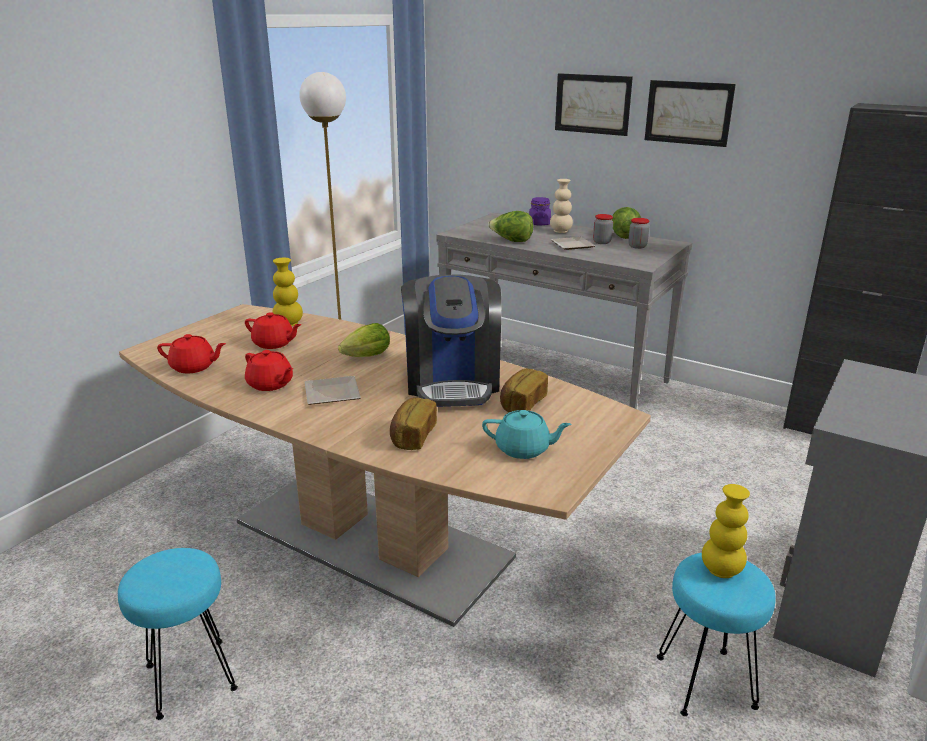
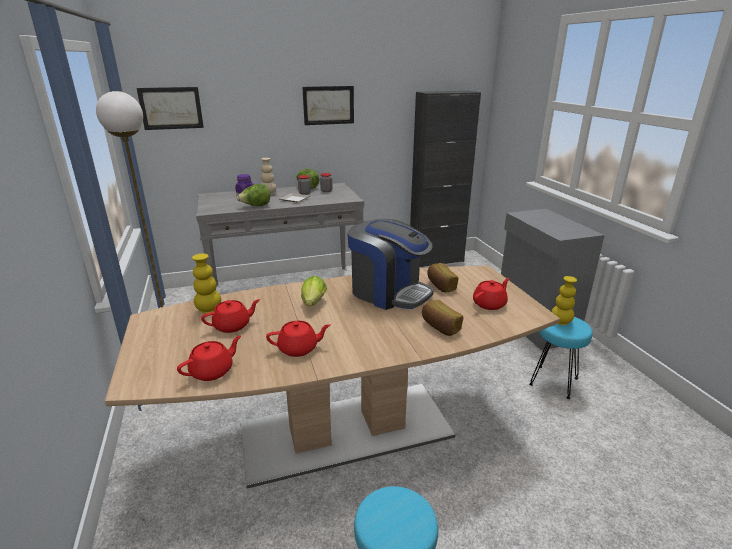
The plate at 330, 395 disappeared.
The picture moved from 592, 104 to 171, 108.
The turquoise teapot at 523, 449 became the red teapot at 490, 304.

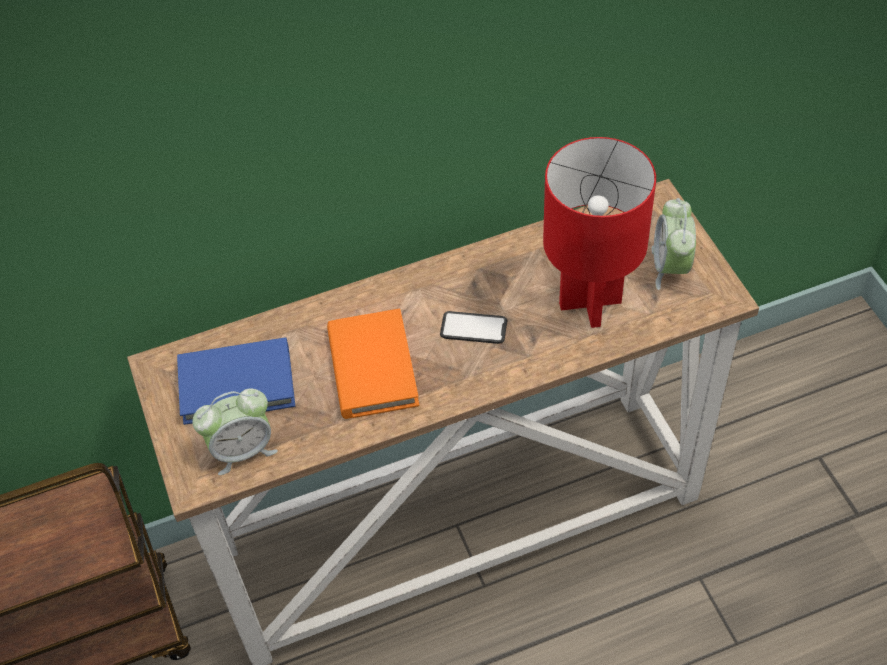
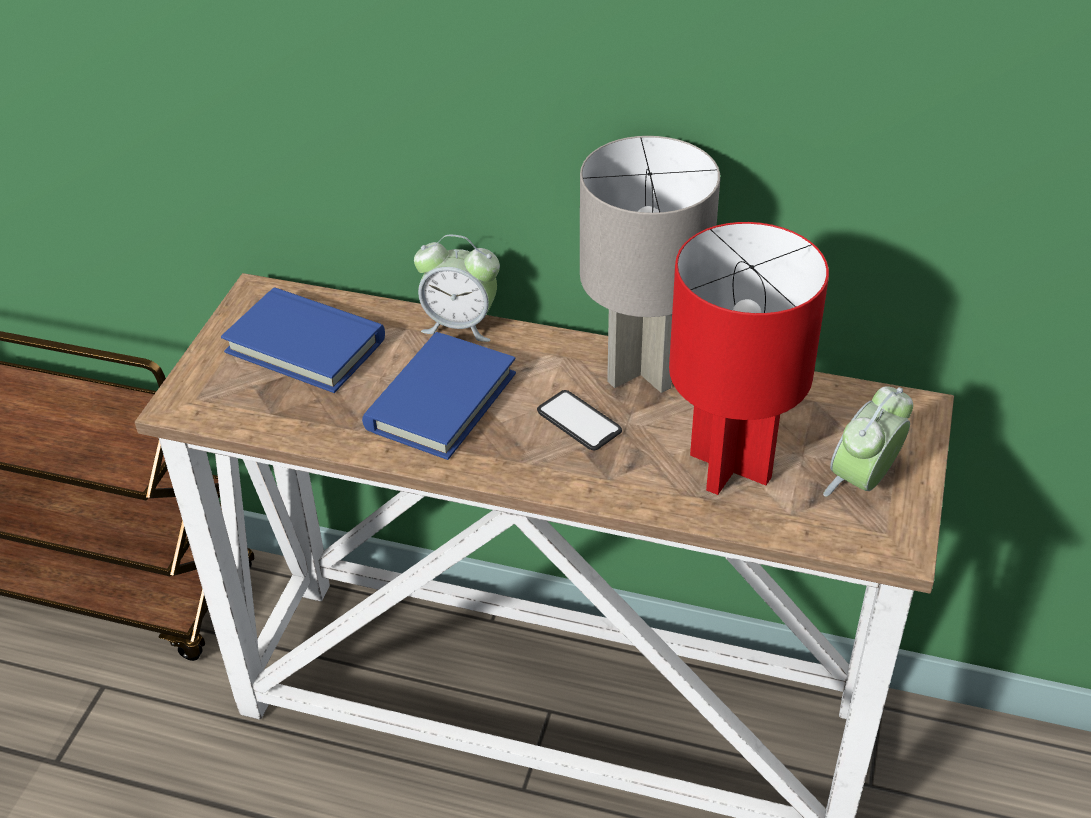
The grey table lamp at 640, 369 appeared.
The alarm clock moved from 242, 450 to 460, 324.
The orange book at 372, 368 became the blue book at 441, 401.

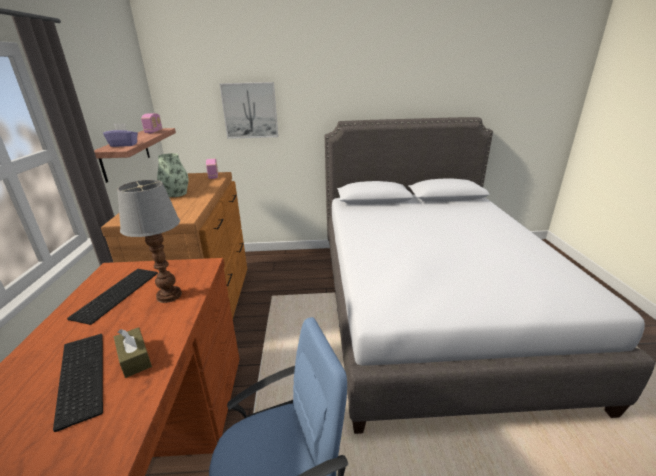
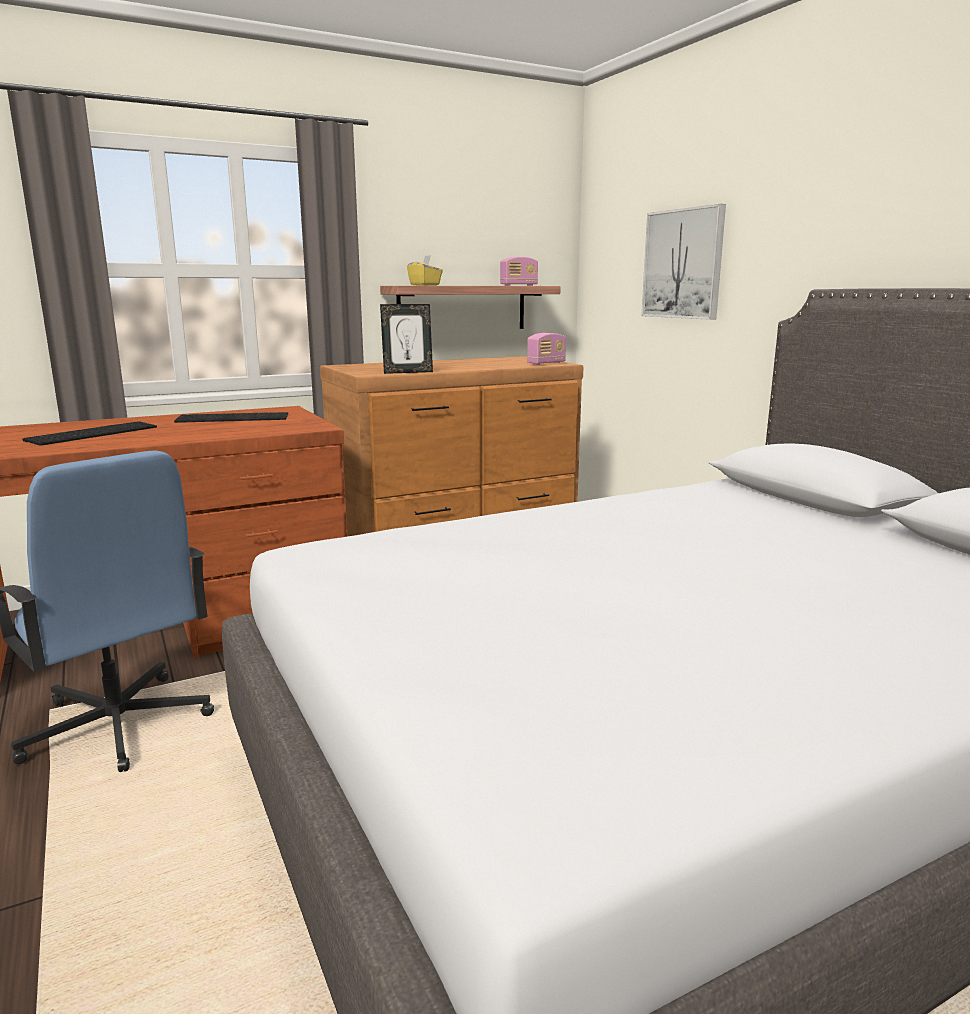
The brown tissue box at 135, 358 disappeared.
The table lamp at 169, 295 disappeared.
The vase at 176, 194 disappeared.
The picture frame at 407, 372 appeared.
The purple tissue box at 124, 145 became the yellow tissue box at 425, 285.

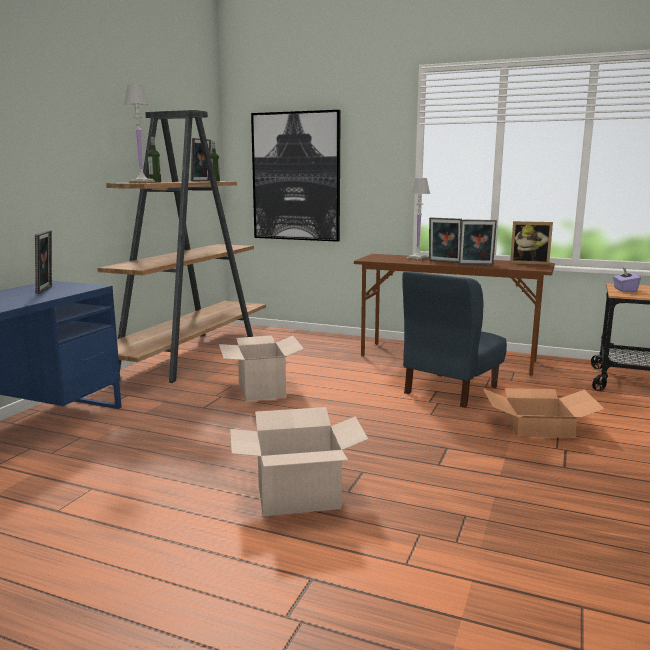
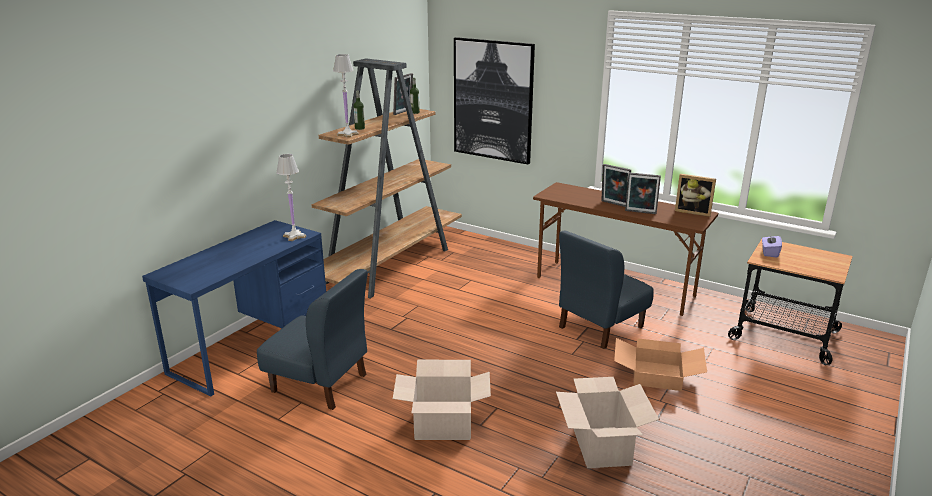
The picture frame at 47, 290 disappeared.
The blue chair at 320, 383 appeared.
The cardboard box moved from 262, 390 to 602, 447.
The white table lamp moved from 417, 258 to 294, 236.

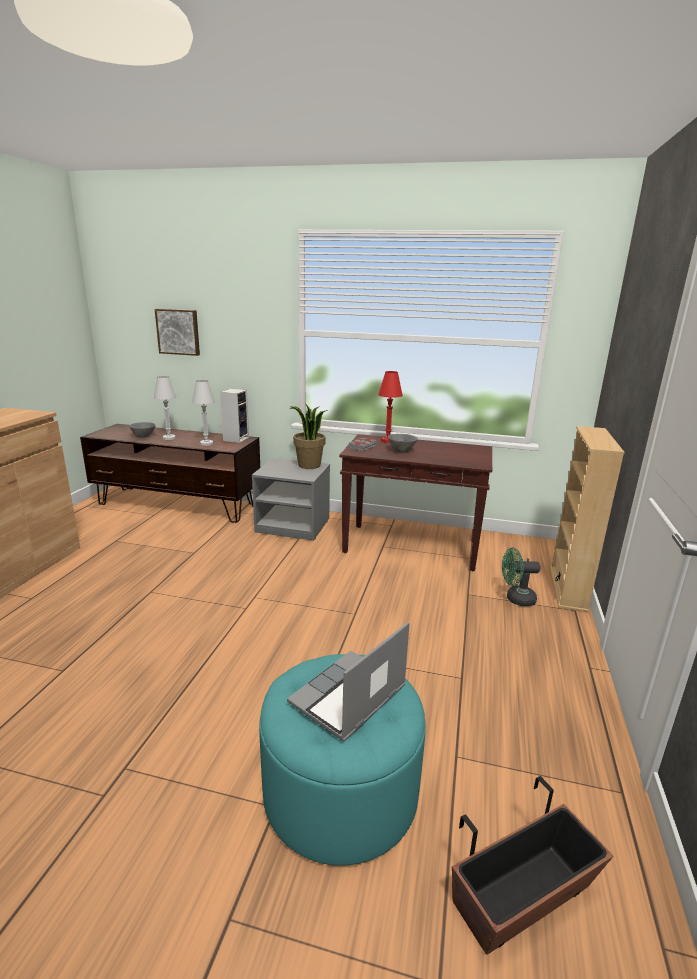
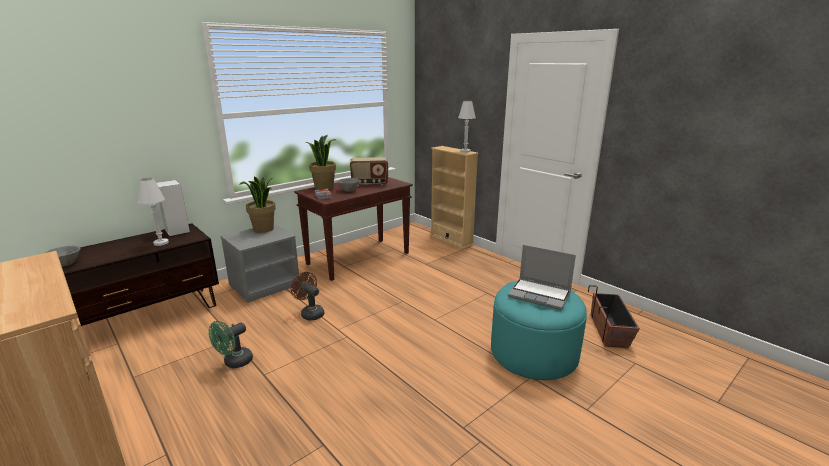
The picture at 178, 332 disappeared.
The brown fan at 310, 313 appeared.
The radio at 369, 184 appeared.
The white table lamp moved from 169, 438 to 465, 151.
The green fan moved from 516, 599 to 234, 363.
The red table lamp at 387, 440 was replaced by the potted plant at 324, 188.
The laptop at 348, 697 turned 45 degrees counterclockwise.

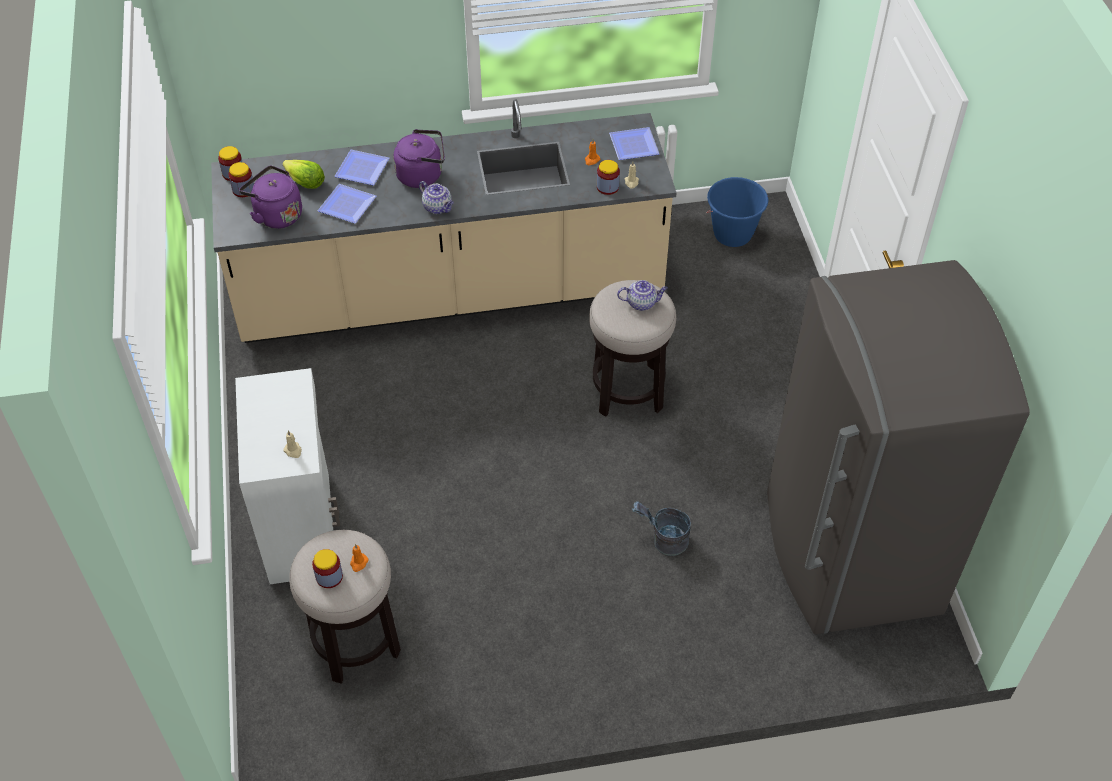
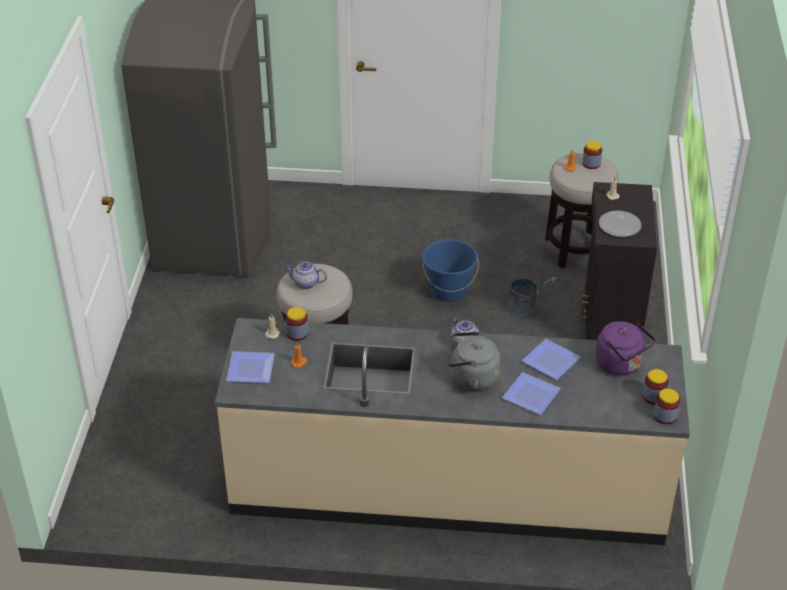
The lettuce at 305, 182 disappeared.
The plate at 619, 225 appeared.
The grey bucket moved from 663, 541 to 527, 309.
The blue bucket moved from 733, 234 to 448, 291.
The white cabinet at 302, 526 became the black cabinet at 609, 320.
The purple kettle at 422, 175 became the grey kettle at 471, 378.

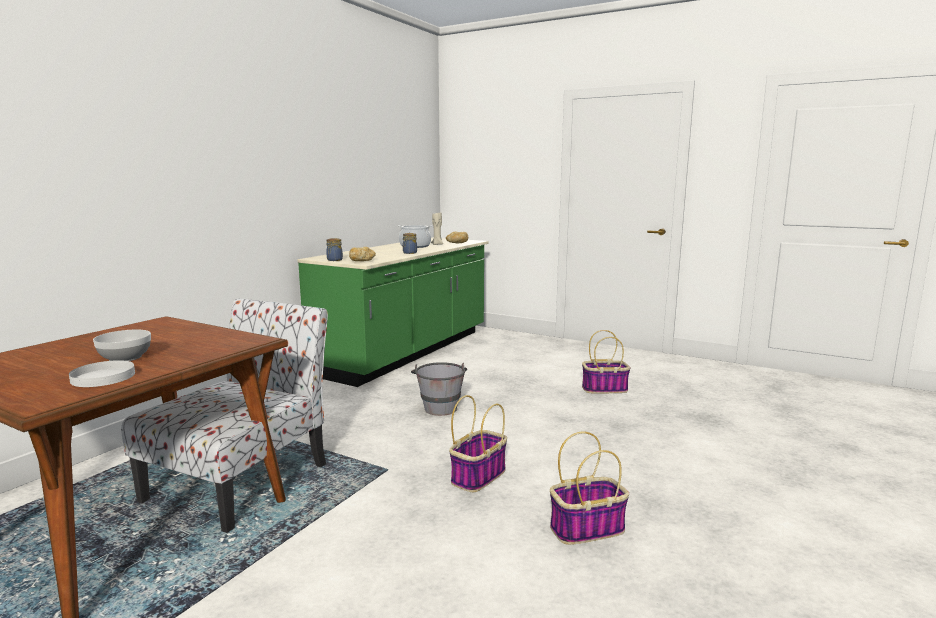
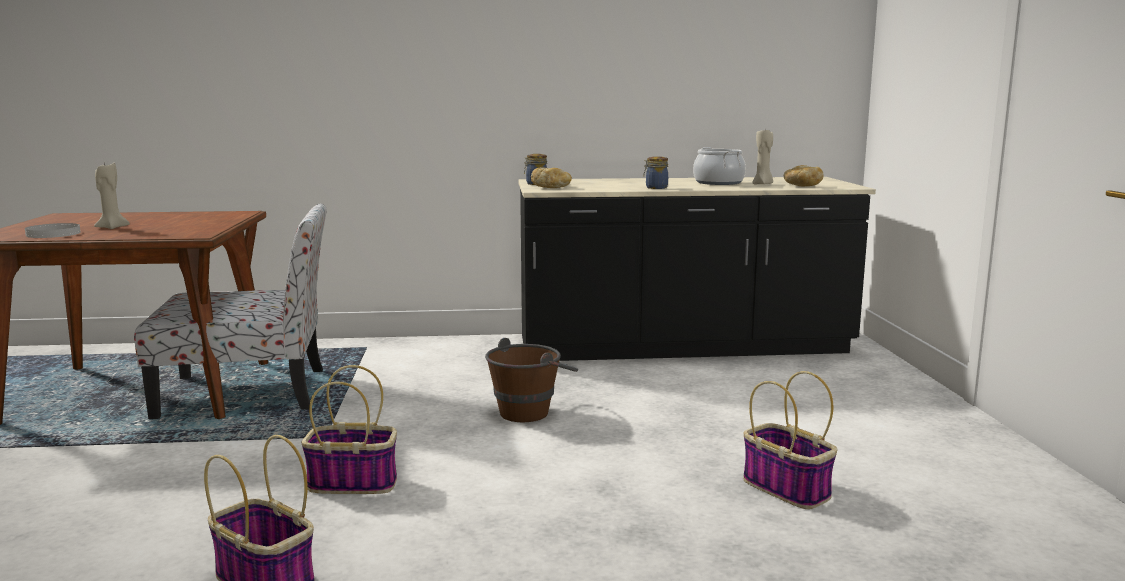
The bowl at 126, 357 was replaced by the beige candle at 112, 227.
The green counter at 407, 352 became the black counter at 682, 347.
The grey bucket at 440, 406 became the brown bucket at 532, 410.

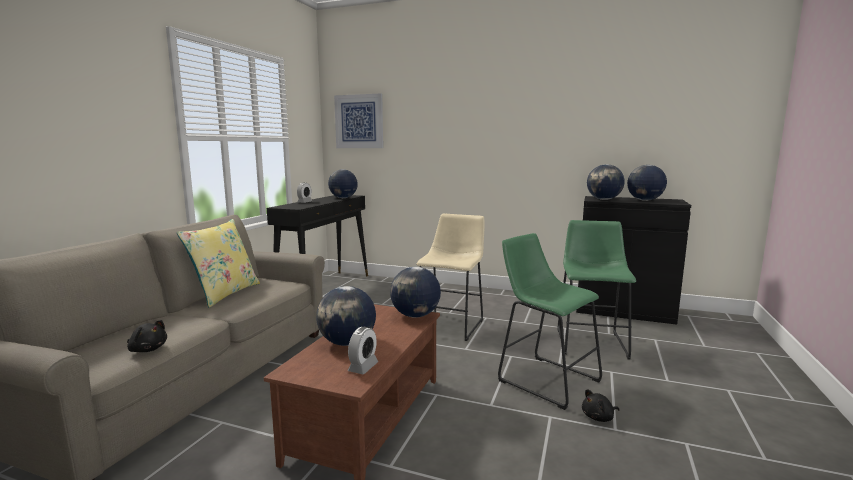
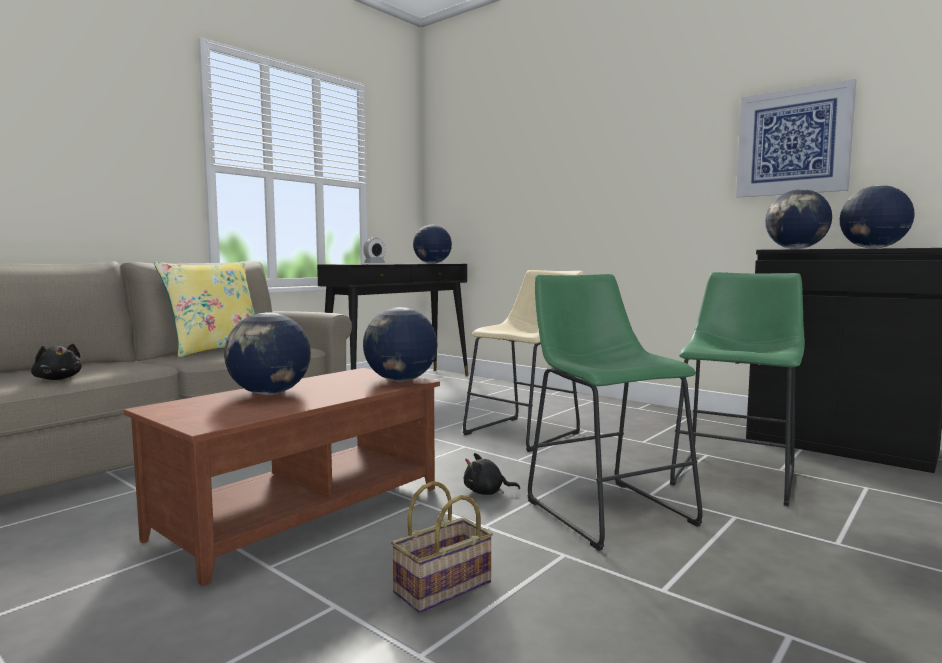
The alarm clock at 363, 367 disappeared.
The basket at 442, 589 appeared.
The picture moved from 359, 121 to 793, 142.
The black plush toy moved from 599, 417 to 486, 492.

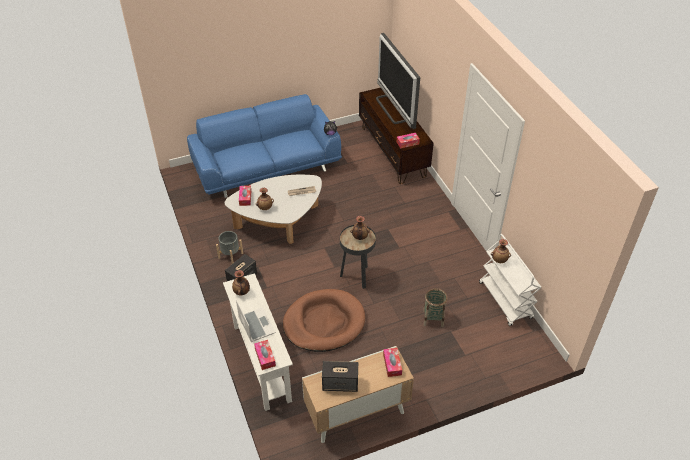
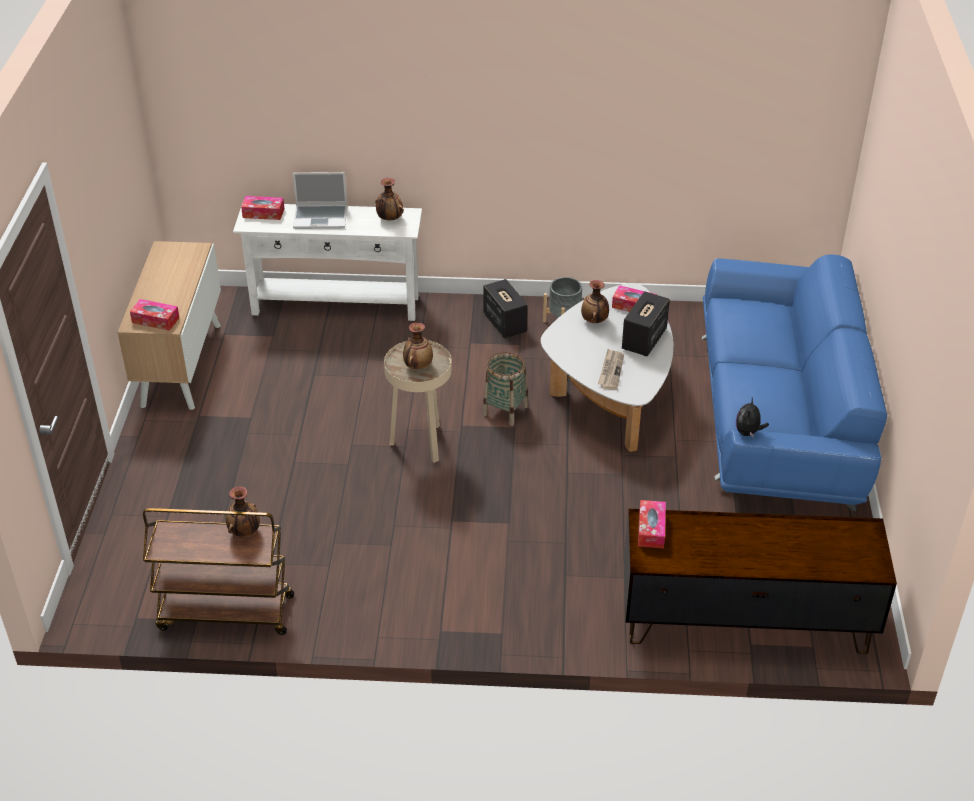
The brown dog bed at 324, 323 disappeared.
The television at 393, 109 disappeared.
The speaker moved from 340, 383 to 644, 340.
The basket moved from 433, 318 to 505, 410.
The black side table at 357, 277 became the beige side table at 420, 444.
The white cart at 505, 301 became the brown cart at 225, 613.

